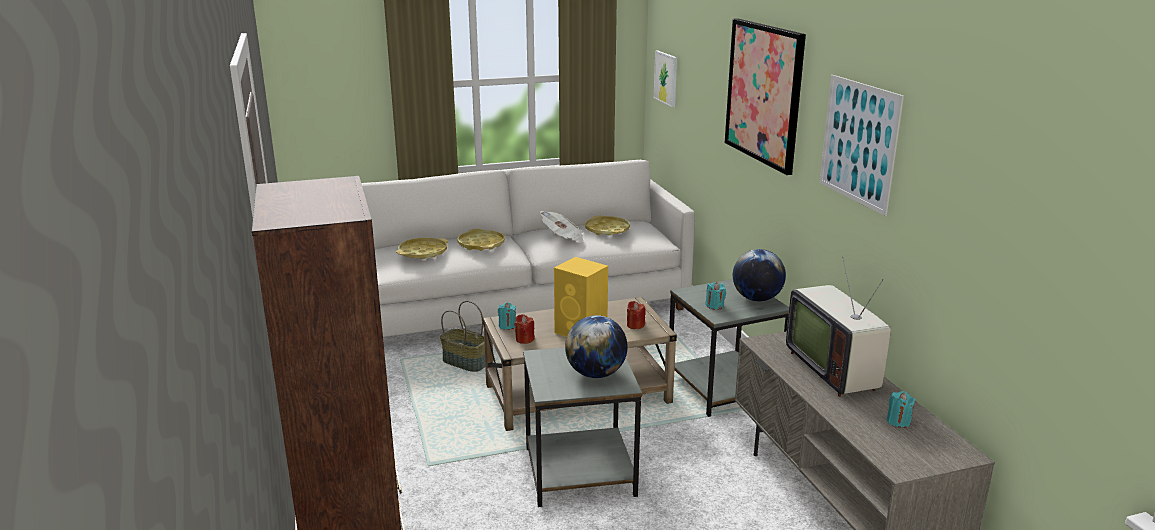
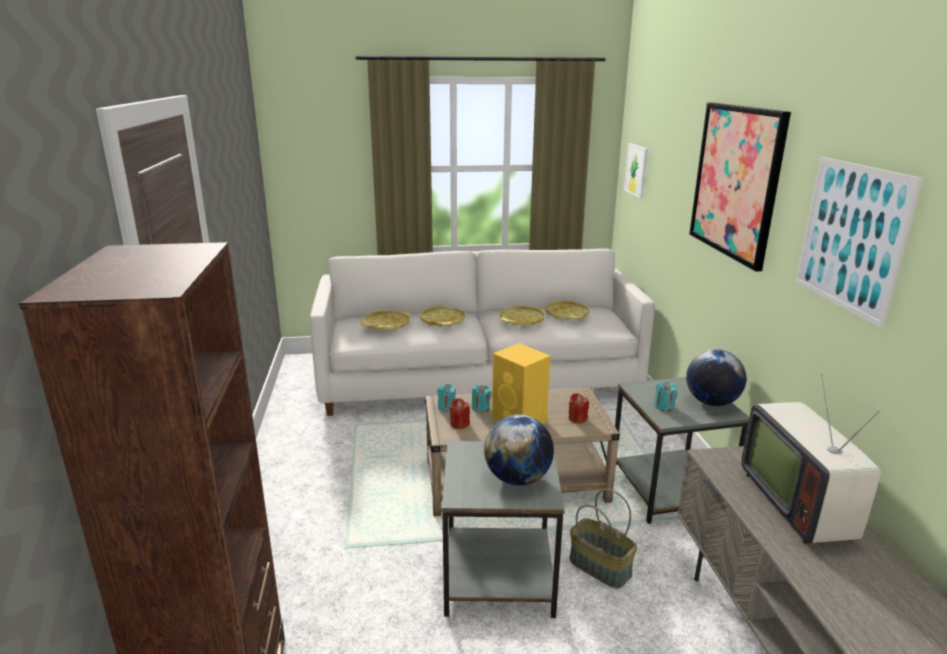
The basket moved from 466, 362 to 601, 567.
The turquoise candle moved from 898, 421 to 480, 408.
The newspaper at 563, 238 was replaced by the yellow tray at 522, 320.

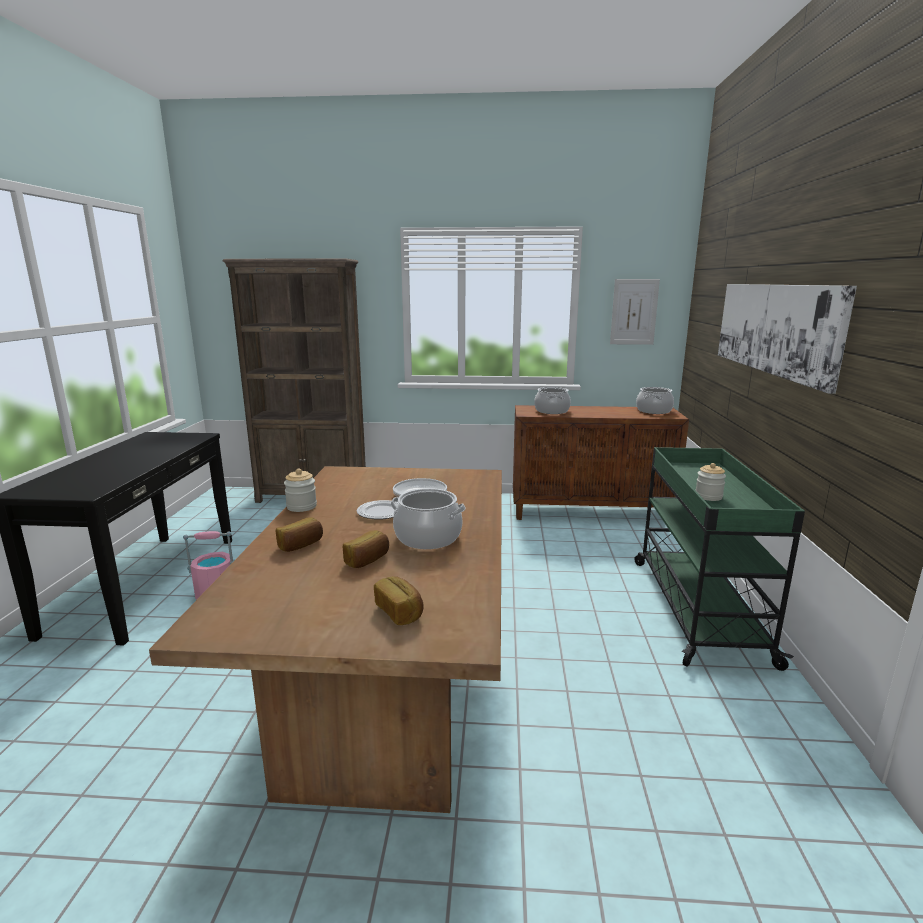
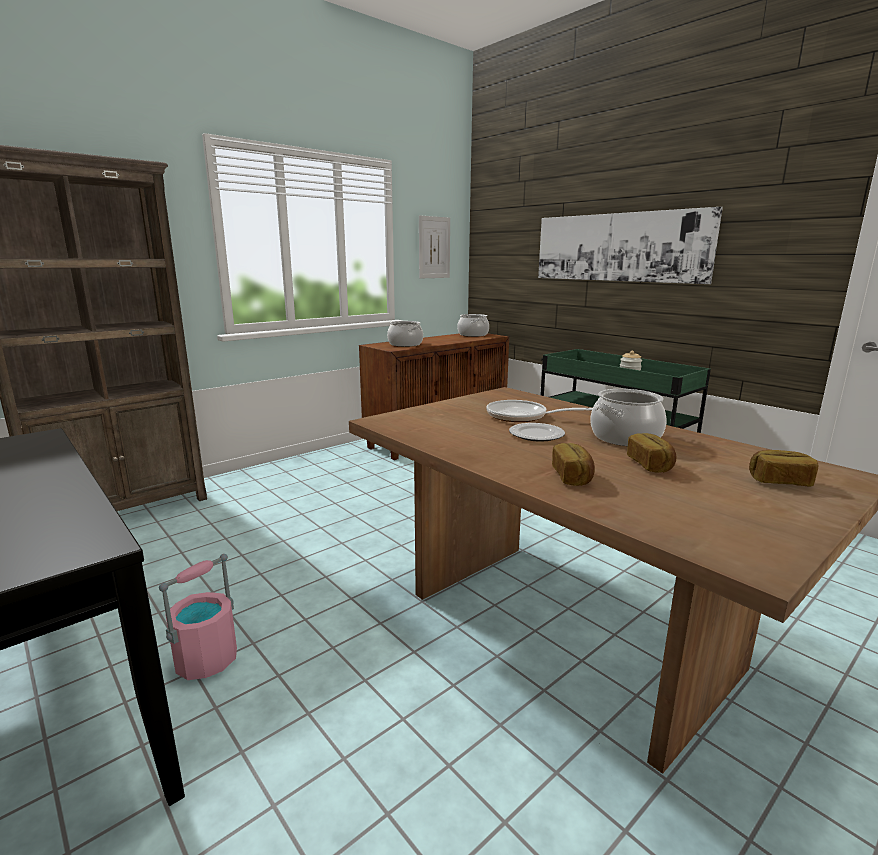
The jar at 301, 506 disappeared.

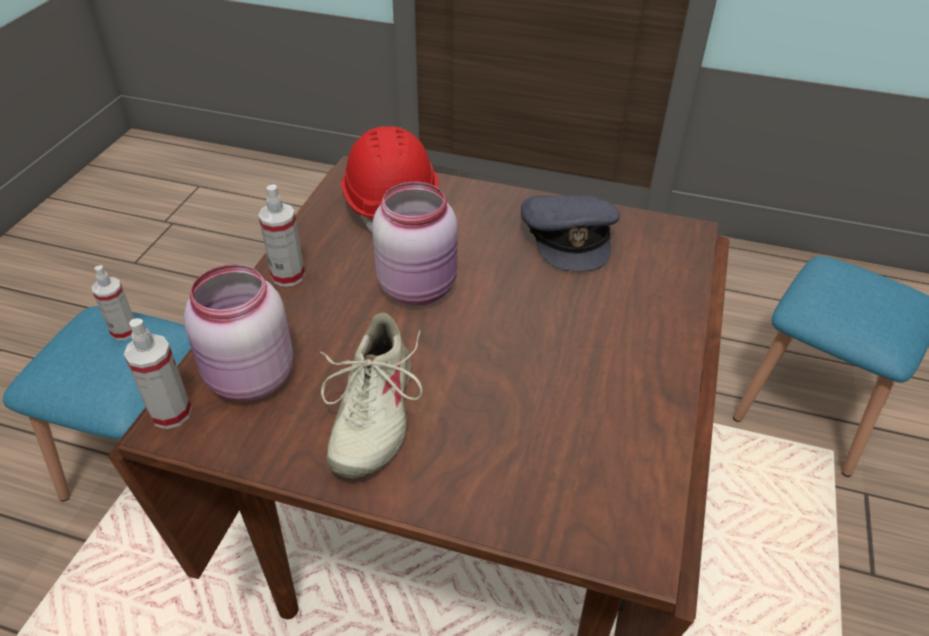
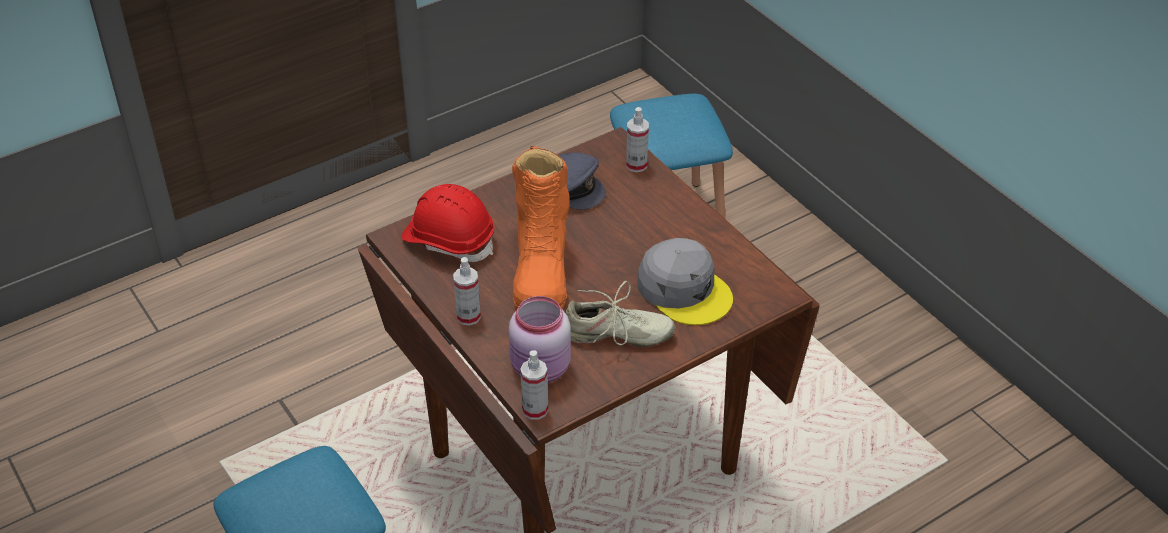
The grey cap at 684, 290 appeared.
The spray bottle moved from 124, 331 to 636, 165.
The pink jar at 419, 287 was replaced by the orange boot at 541, 269.
The beige shoe at 372, 414 turned 45 degrees counterclockwise.

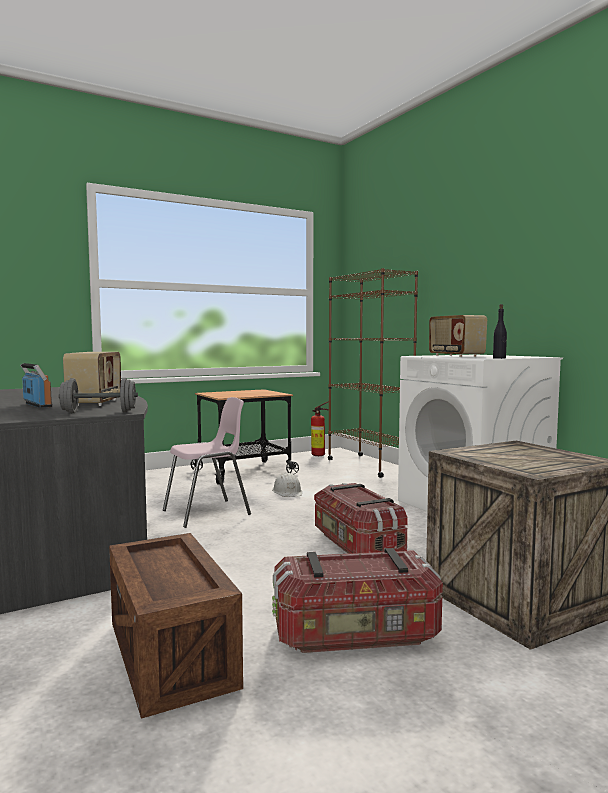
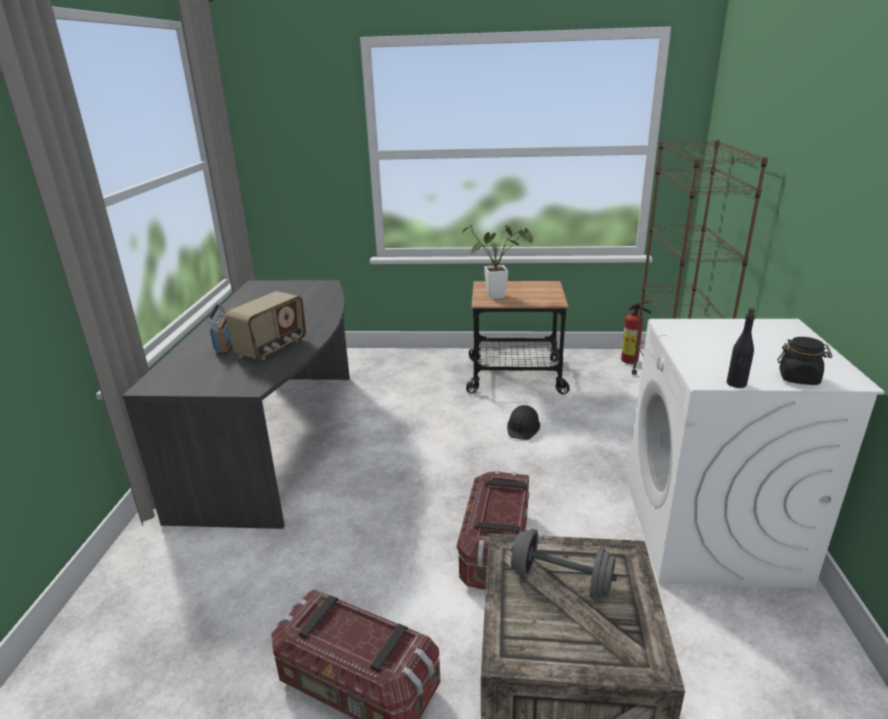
The crate at 170, 654 disappeared.
The pink chair at 208, 513 disappeared.
The radio at 455, 356 disappeared.
The potted plant at 500, 296 appeared.
The black jar at 799, 378 appeared.
The grey dumbbell moved from 99, 412 to 561, 581.
The white hard hat at 287, 492 became the black hard hat at 523, 427.

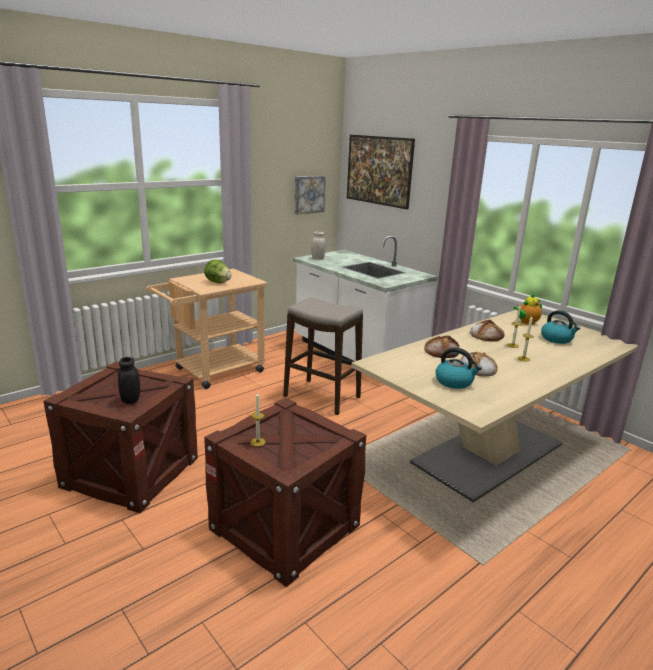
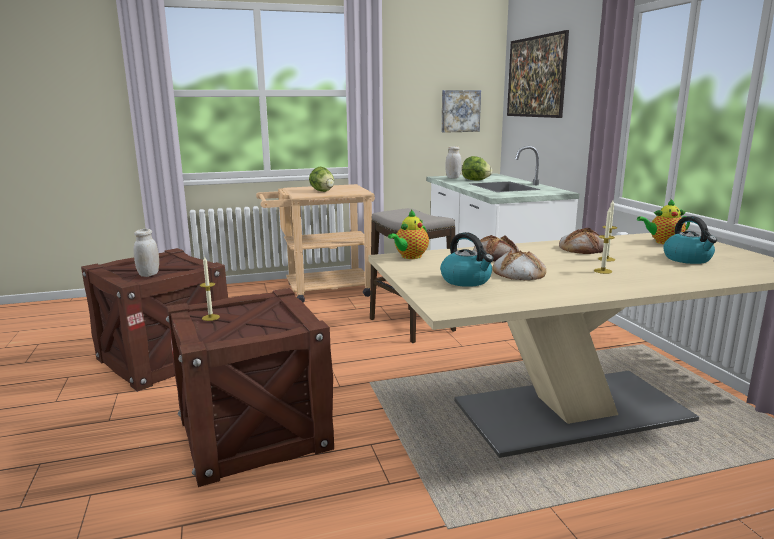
The teapot at 409, 257 appeared.
The lettuce at 475, 180 appeared.
The black jar at 130, 400 became the white jar at 149, 274.

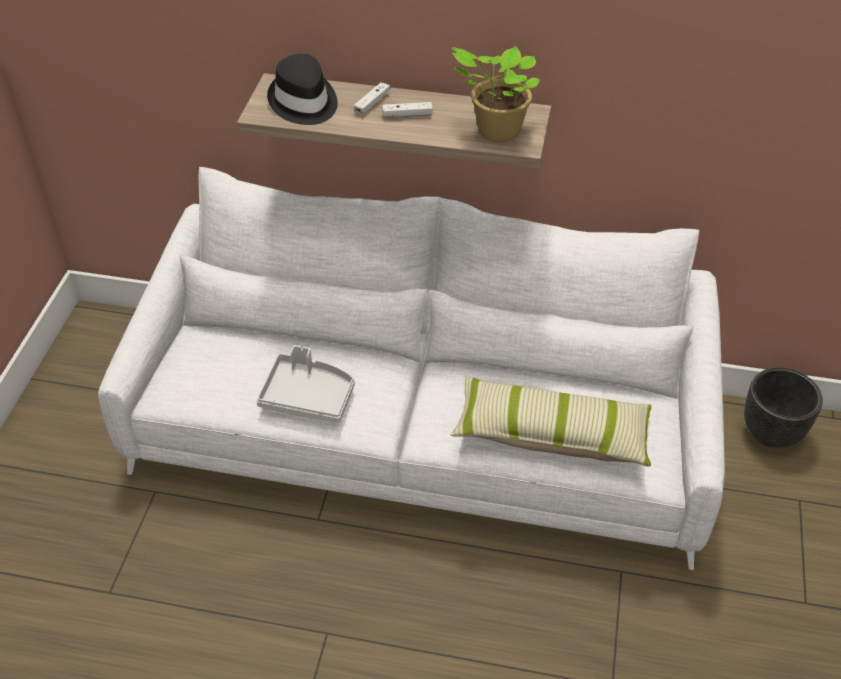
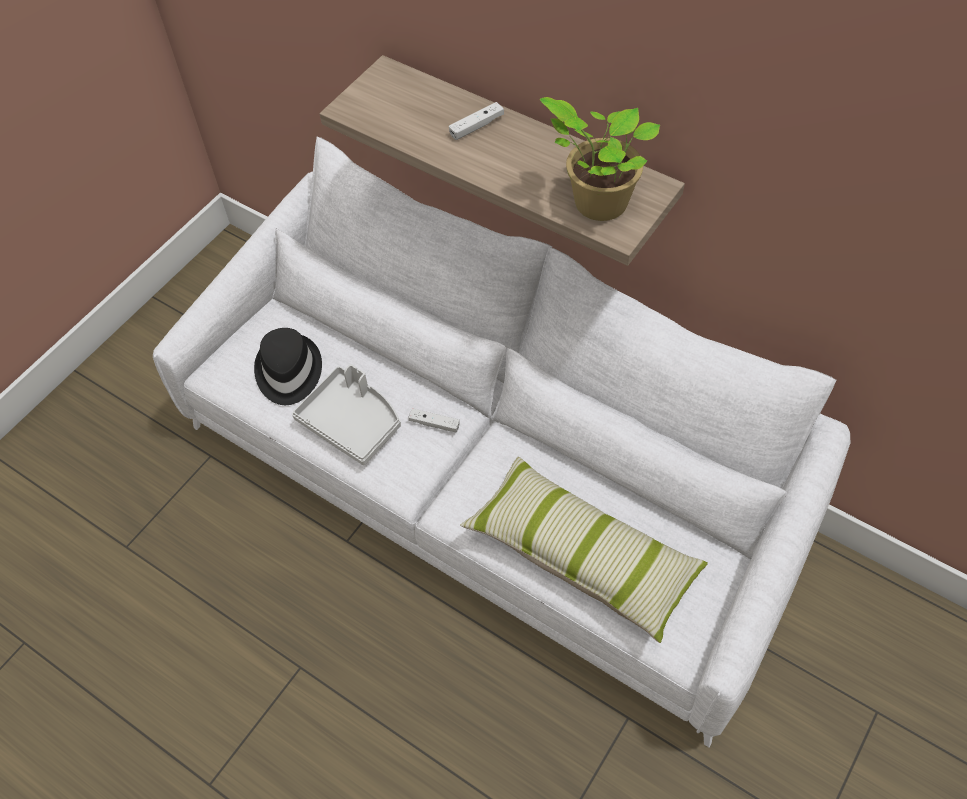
The black planter at 771, 433 disappeared.
The black hat moved from 303, 103 to 287, 372.
The white game controller moved from 407, 115 to 434, 424.

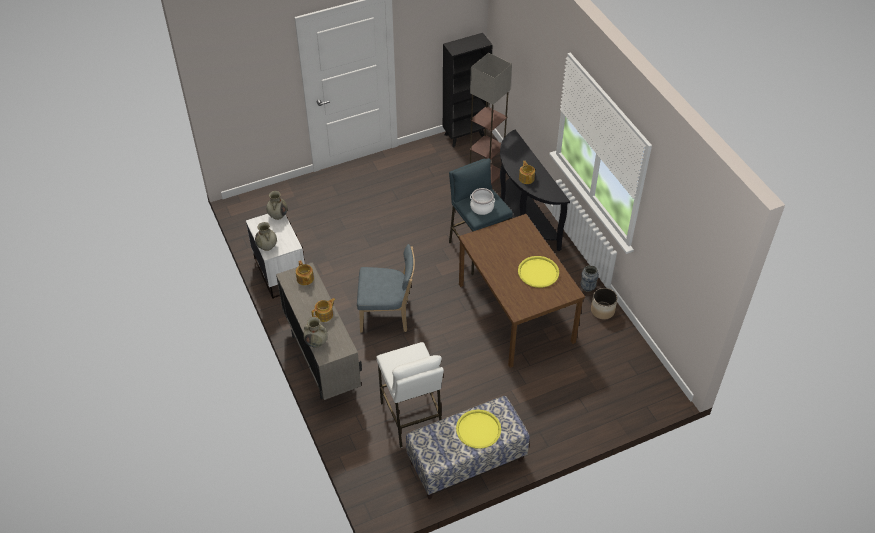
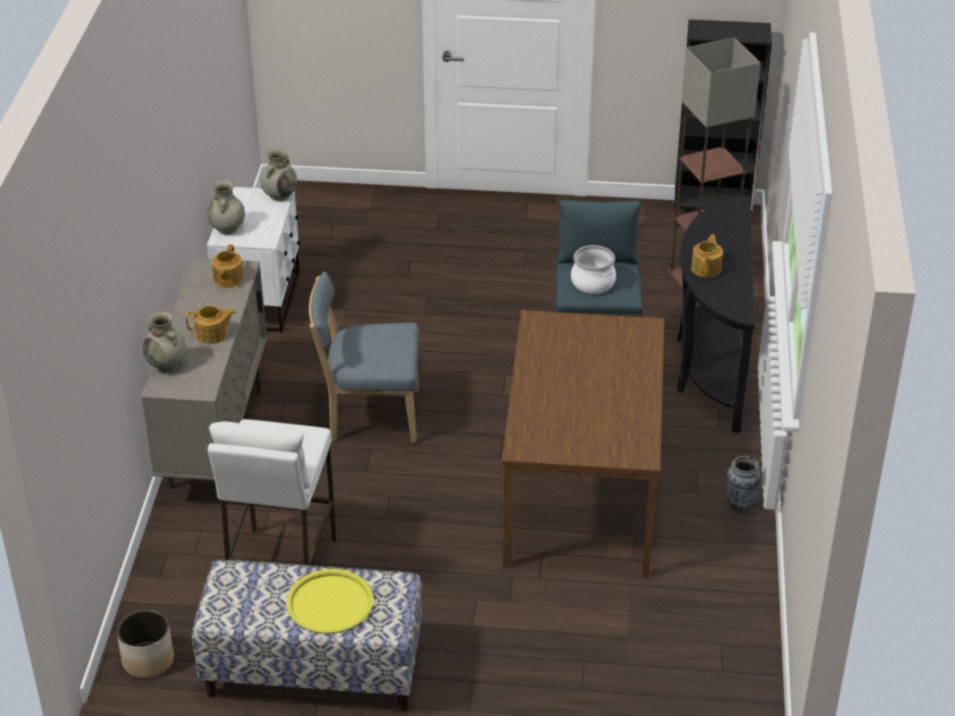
The yellow tray at 538, 272 disappeared.
The planter moved from 602, 310 to 148, 660.
The blue chair at 387, 315 turned 150 degrees clockwise.

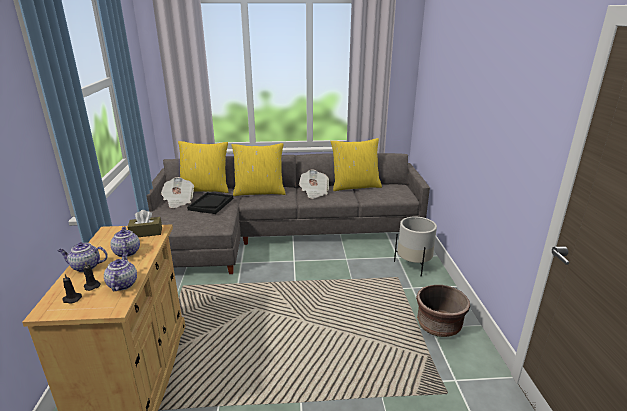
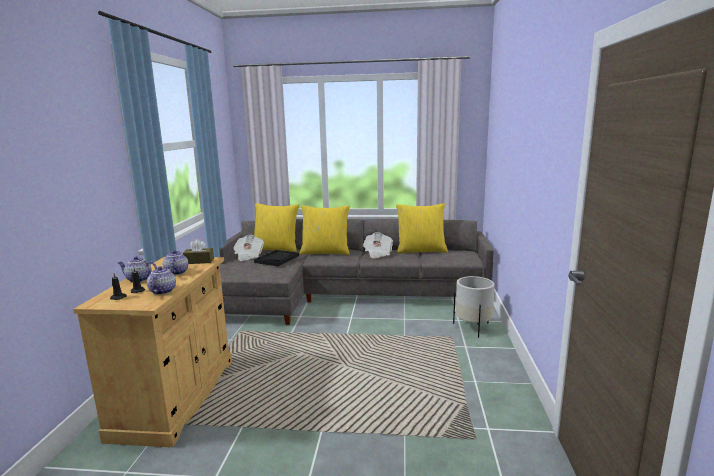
The brown planter at 438, 325 disappeared.

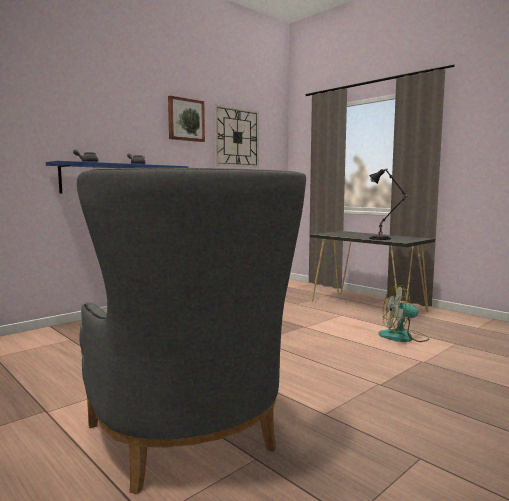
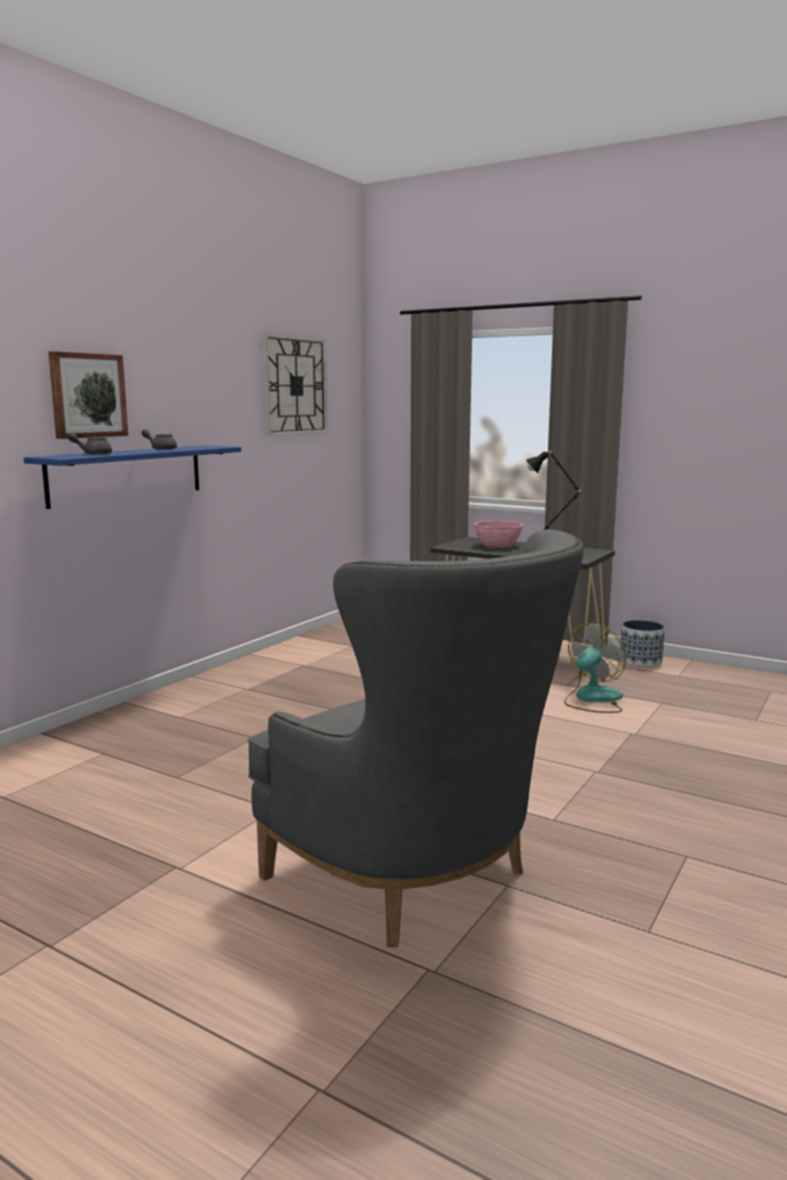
The pink bowl at 498, 546 appeared.
The planter at 640, 661 appeared.
The picture moved from 185, 119 to 87, 395.
The fan at 403, 337 turned 150 degrees clockwise.

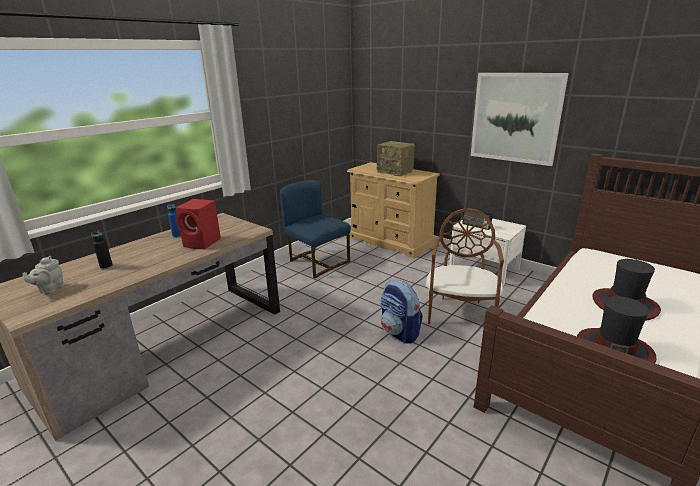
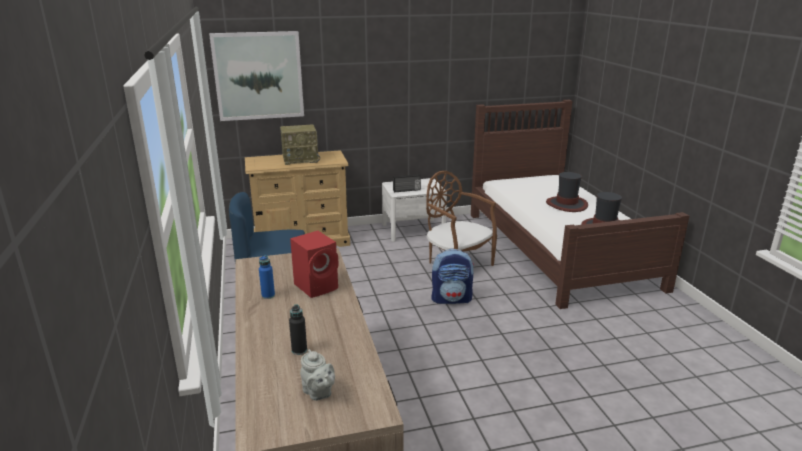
The picture moved from 515, 118 to 258, 76.

